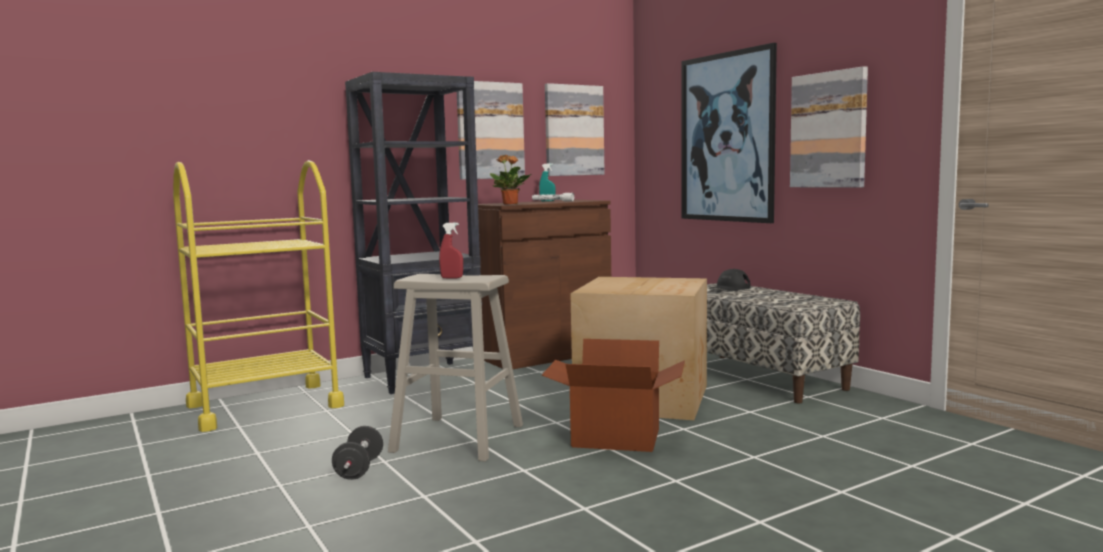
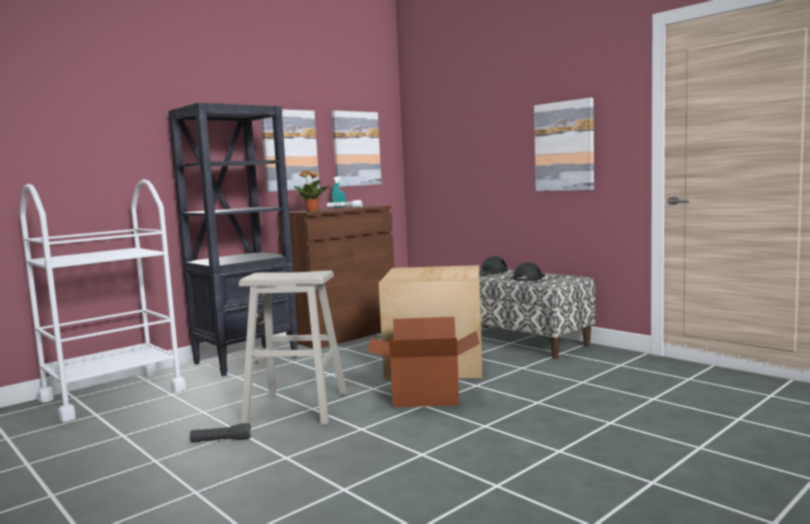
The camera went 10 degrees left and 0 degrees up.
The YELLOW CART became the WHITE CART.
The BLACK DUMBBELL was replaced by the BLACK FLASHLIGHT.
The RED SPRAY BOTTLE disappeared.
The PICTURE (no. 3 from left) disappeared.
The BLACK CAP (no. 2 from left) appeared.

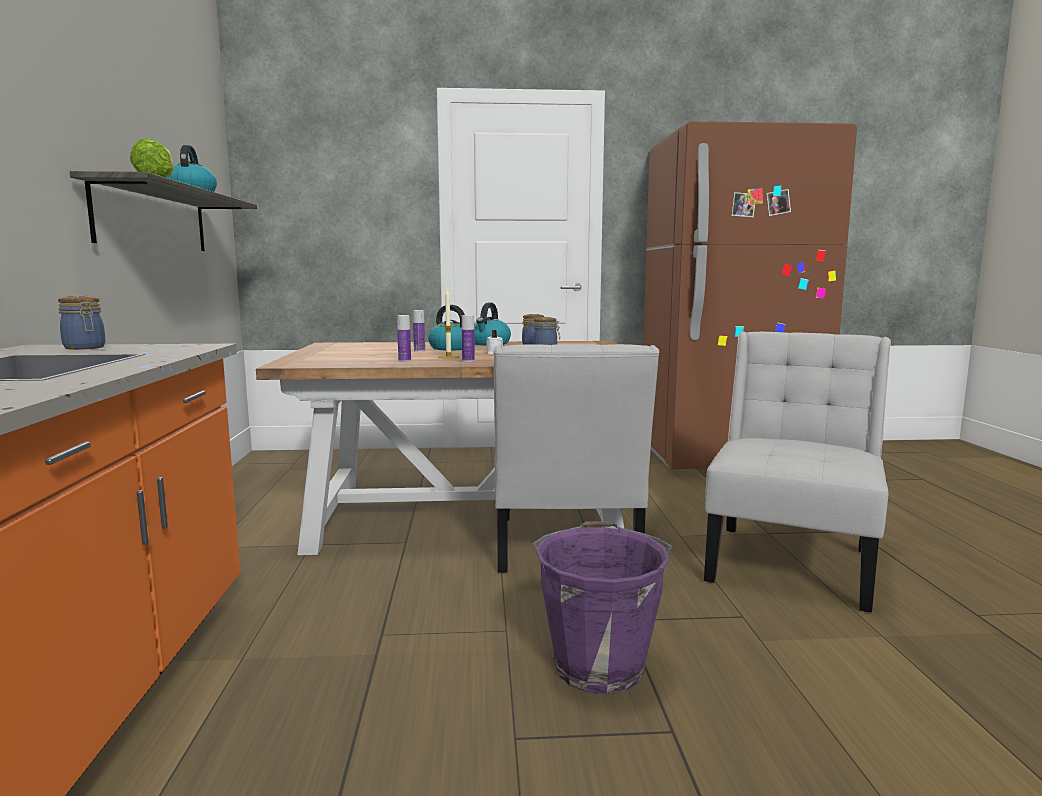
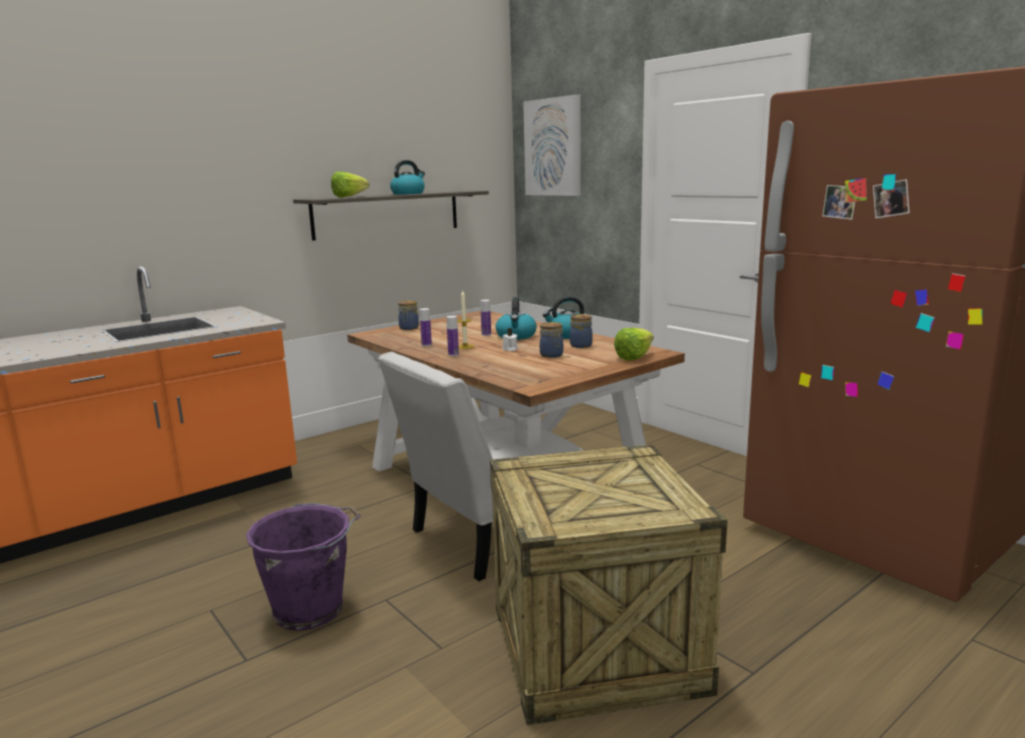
The camera went 55 degrees right and 5 degrees up.
The JAR (no. 1 from left) moved.
The WHITE CHAIR (no. 2 from left) was replaced by the CRATE.
The PICTURE appeared.
The LETTUCE (no. 2 from left) appeared.

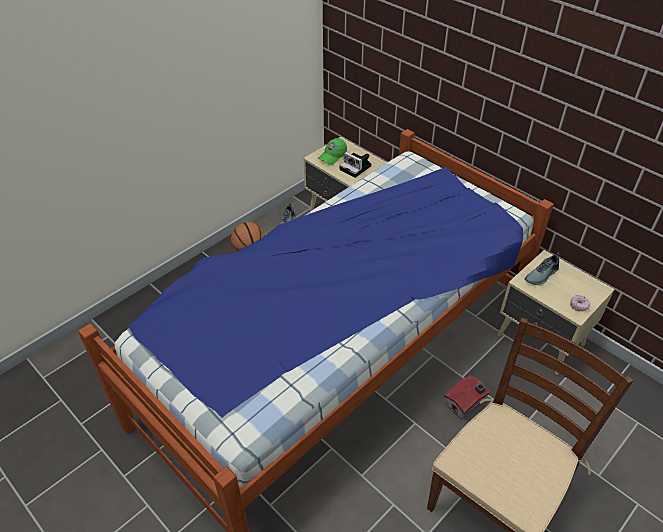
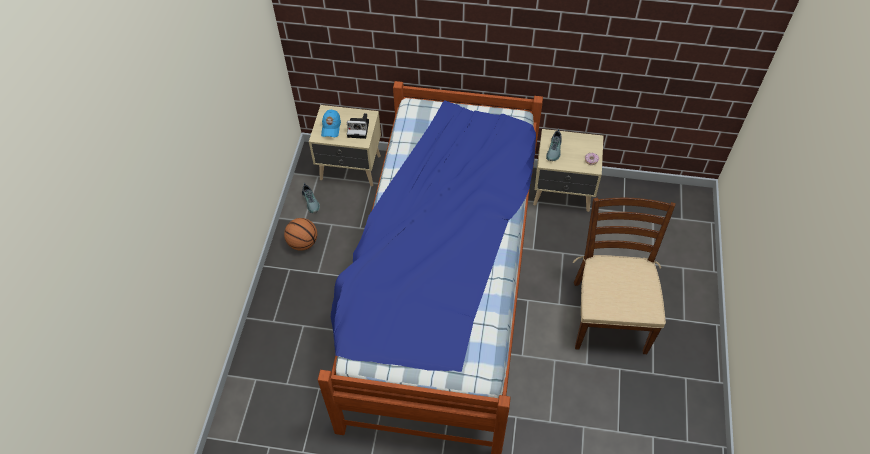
The camera went 35 degrees left and 10 degrees up.
The GREEN CAP became the BLUE CAP.
The TOY HOUSE disappeared.

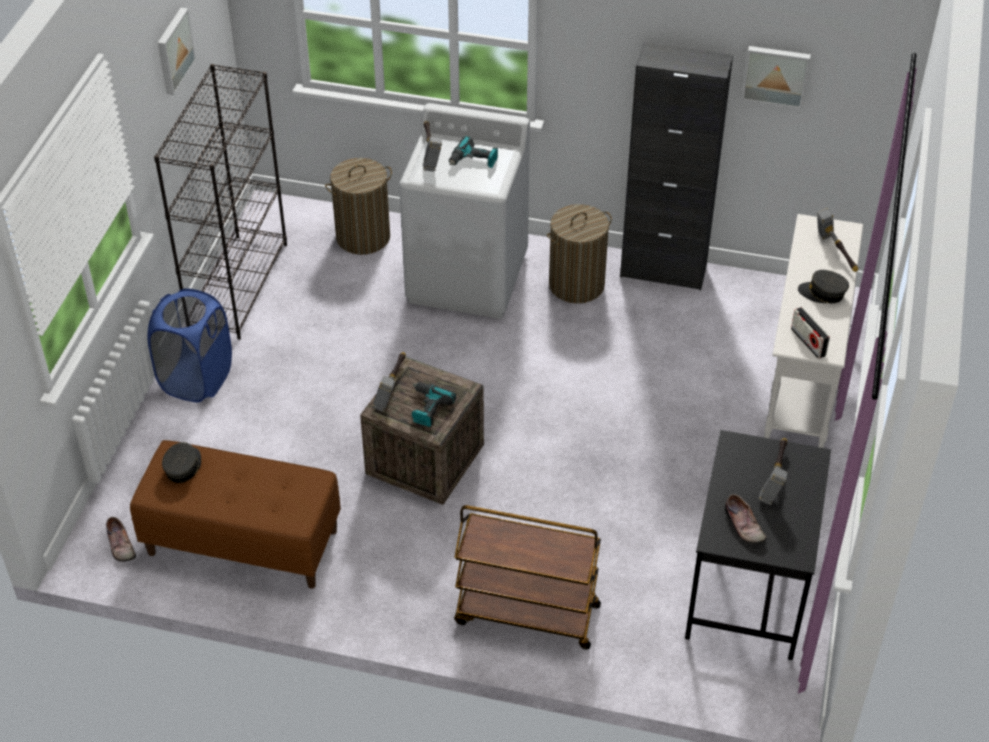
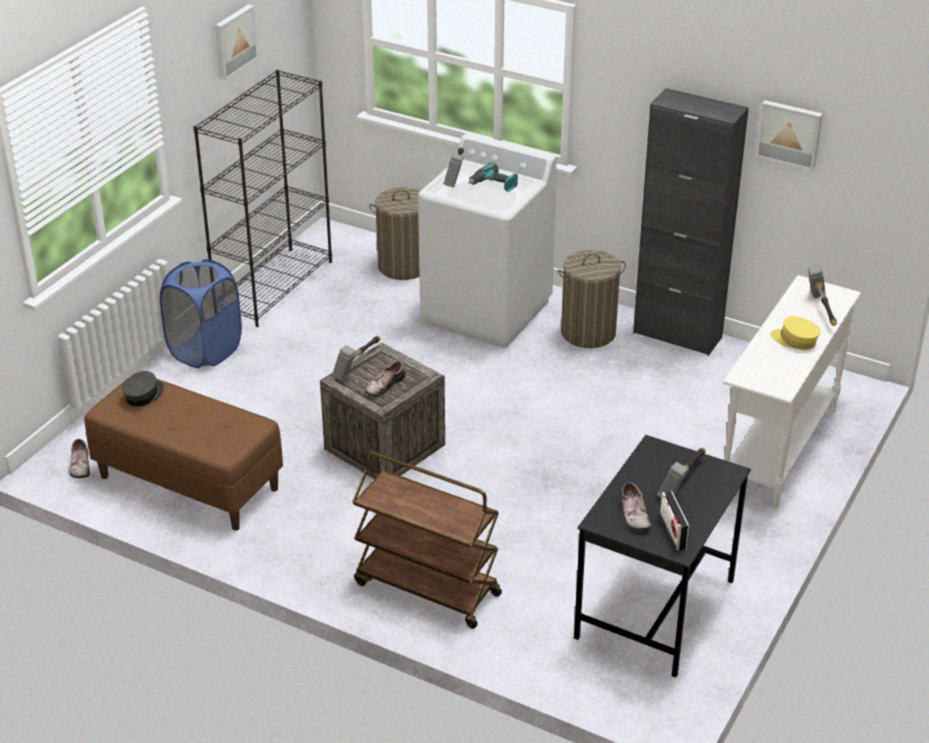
The camera went 15 degrees right and 10 degrees down.
The POWER DRILL (no. 1 from left) was replaced by the SHOE (no. 2 from left).
The RADIO moved.
The GREY CAP (no. 2 from left) became the YELLOW CAP.

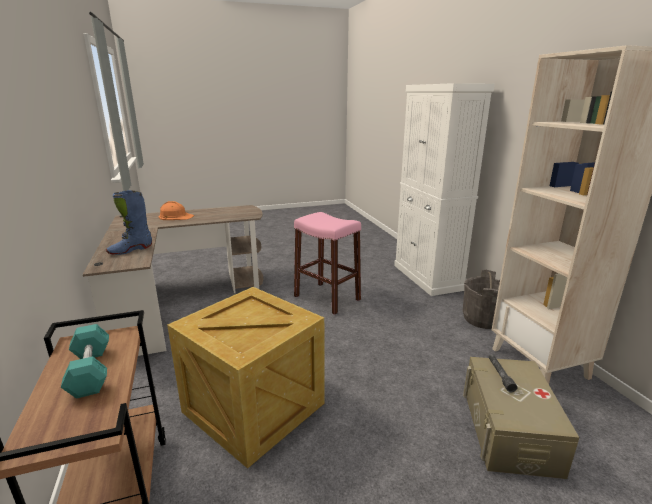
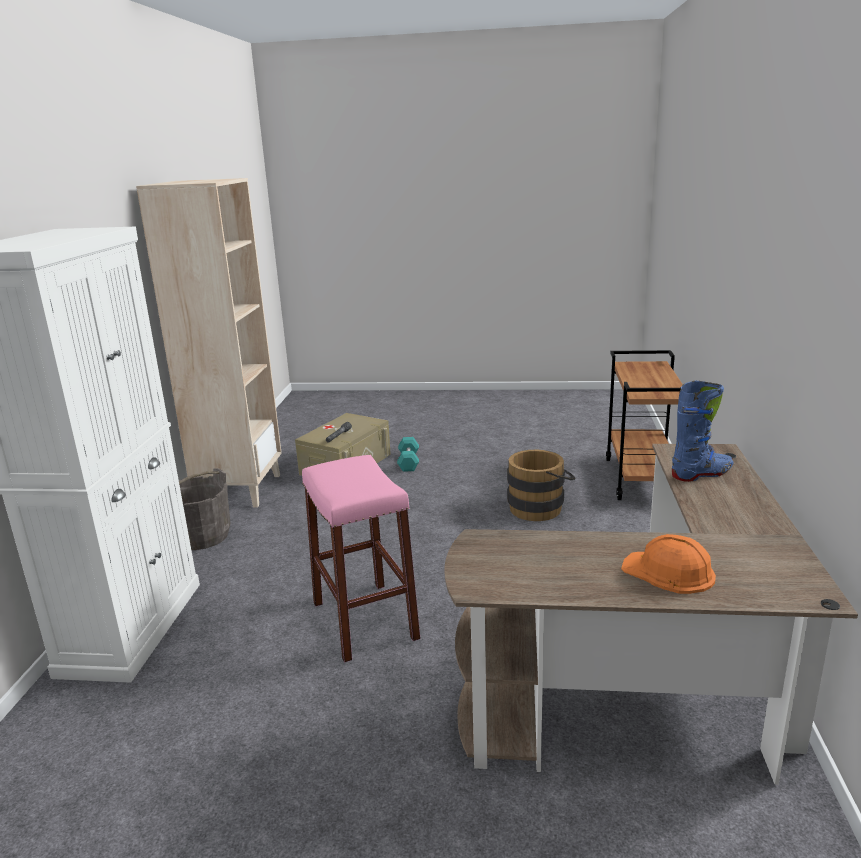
The camera went 155 degrees left and 0 degrees up.
The TURQUOISE DUMBBELL moved.
The CRATE was replaced by the BROWN BUCKET.

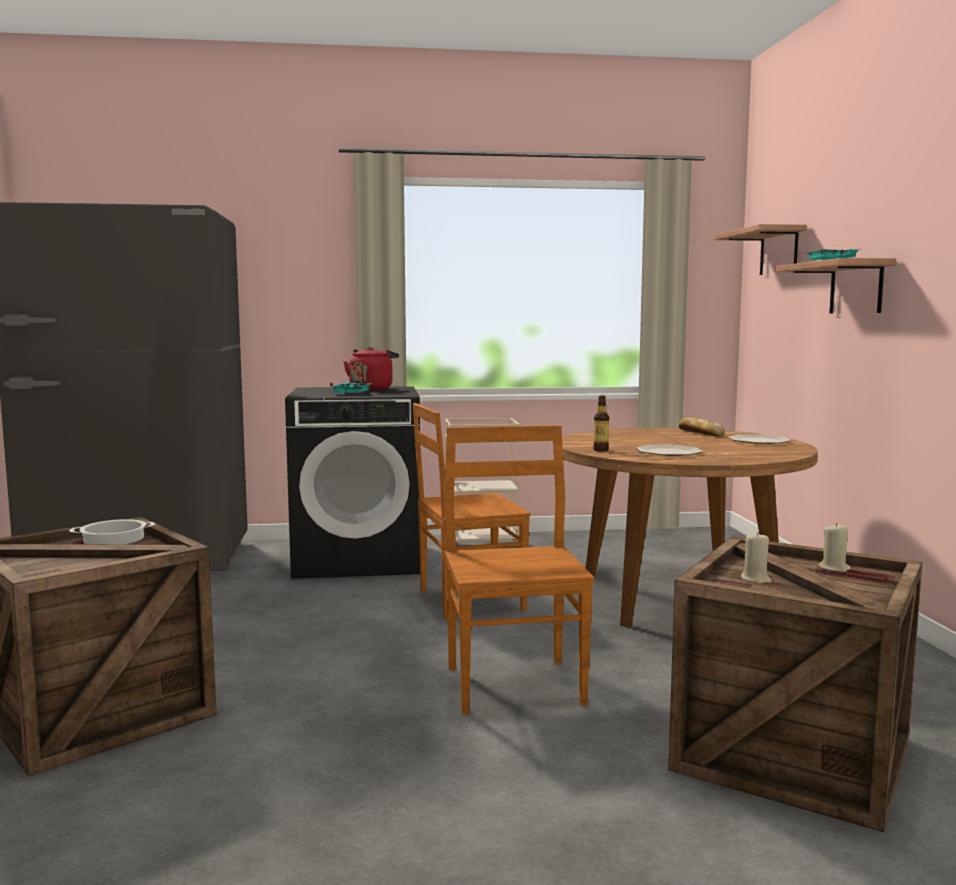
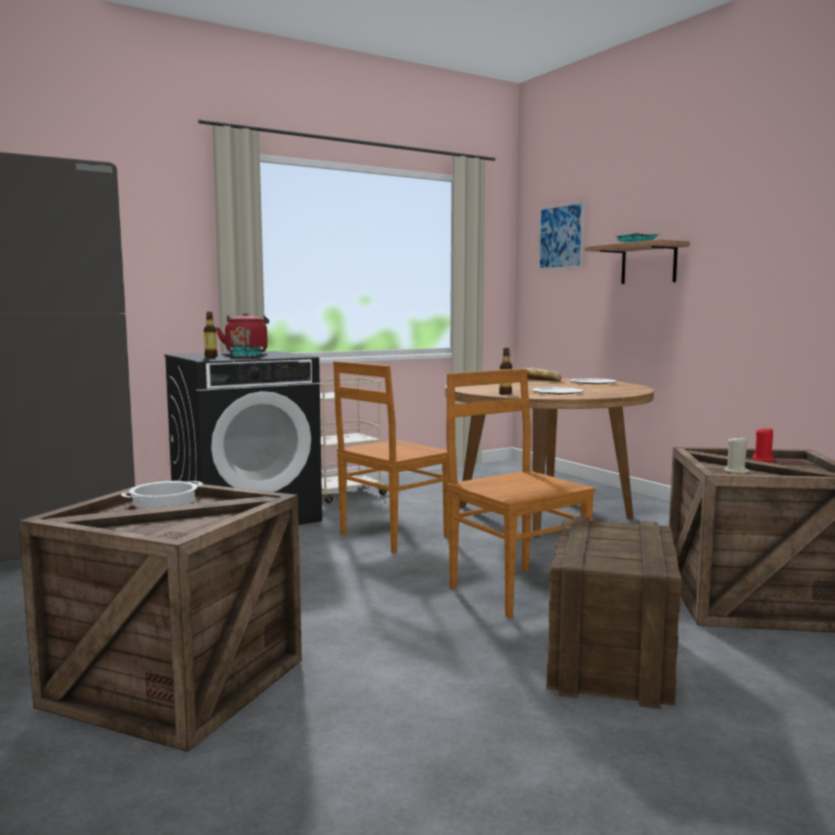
The camera went 25 degrees left and 0 degrees up.
The SHELF (no. 1 from left) was replaced by the PICTURE.
The BEIGE CANDLE (no. 2 from left) became the RED CANDLE.
The BOTTLE (no. 1 from left) appeared.
The CRATE (no. 2 from left) appeared.

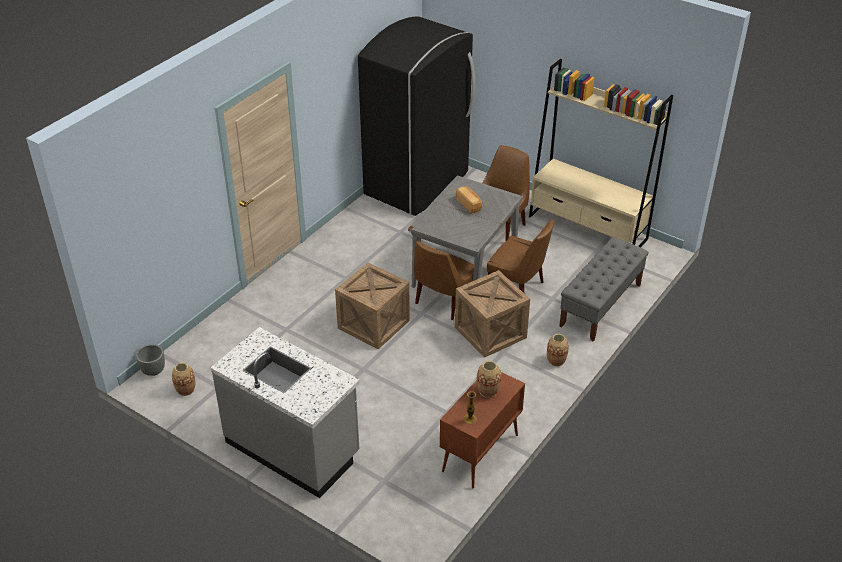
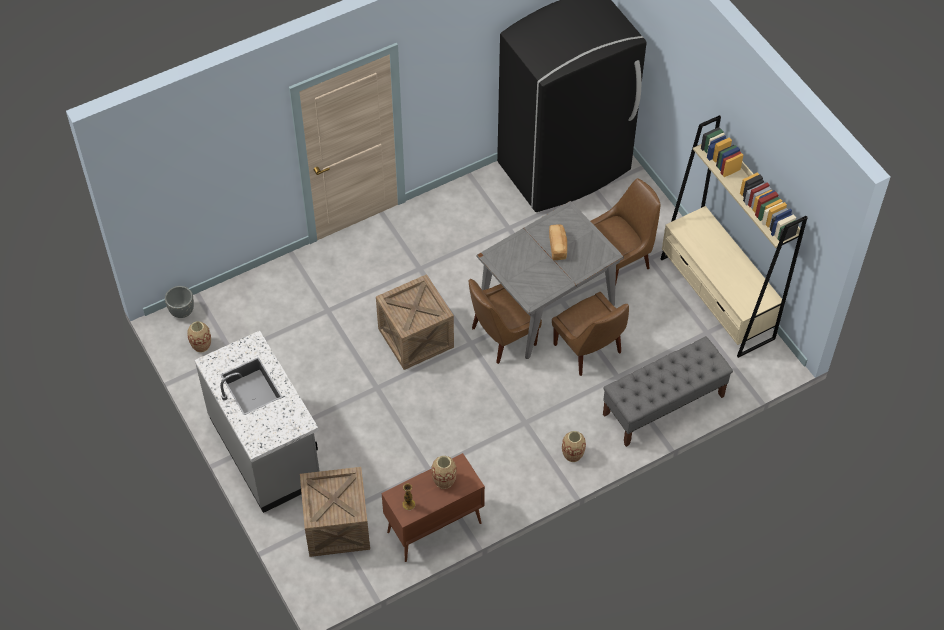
The camera went 25 degrees right and 15 degrees up.
The CRATE (no. 2 from left in the first image) moved.

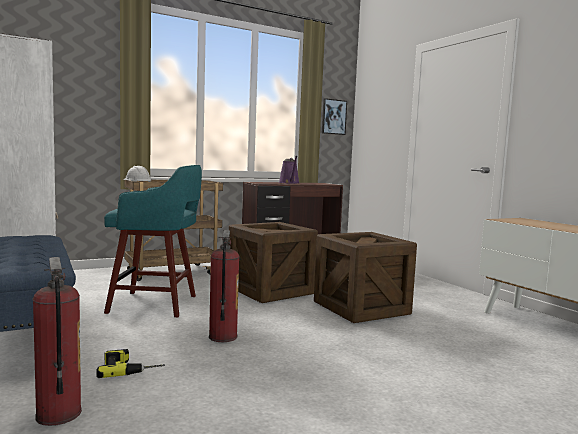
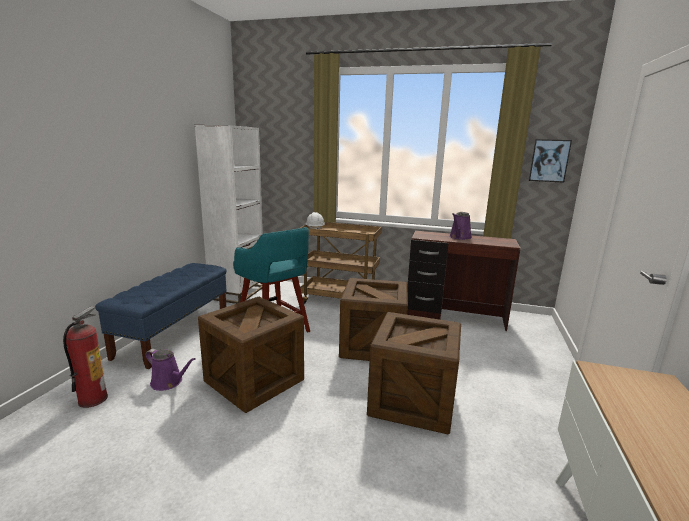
The camera went 45 degrees right and 10 degrees up.
The POWER DRILL was replaced by the PURPLE WATERING CAN (no. 1 from left).
The FIRE EXTINGUISHER (no. 2 from left) was replaced by the CRATE (no. 1 from left).

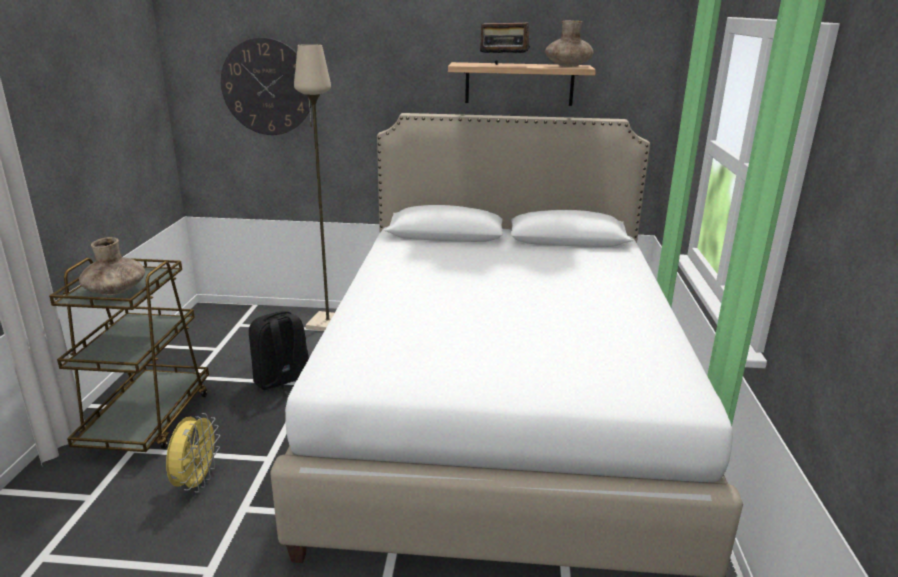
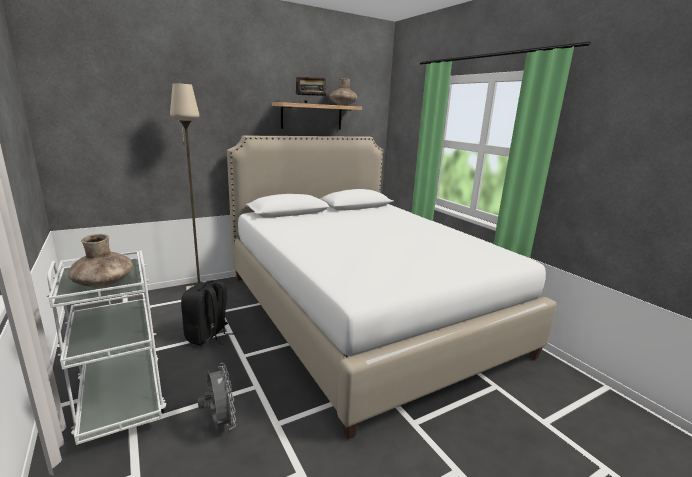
The camera went 35 degrees left and 5 degrees down.
The BROWN CART became the WHITE CART.
The YELLOW FAN became the GREY FAN.
The WALL CLOCK disappeared.

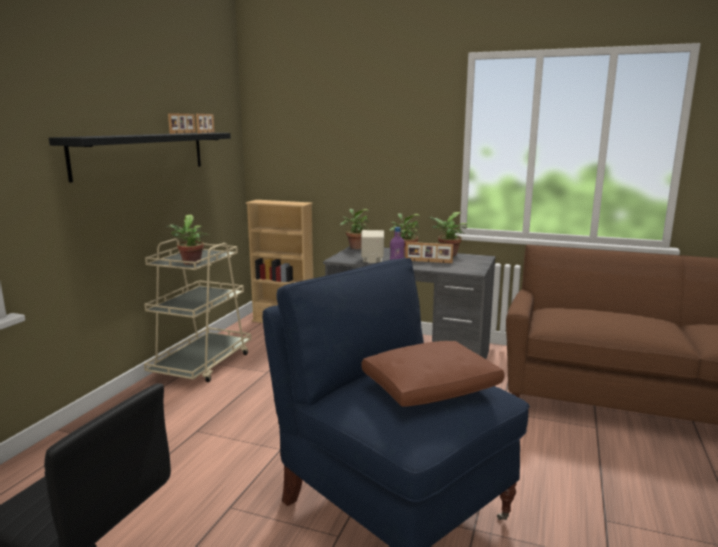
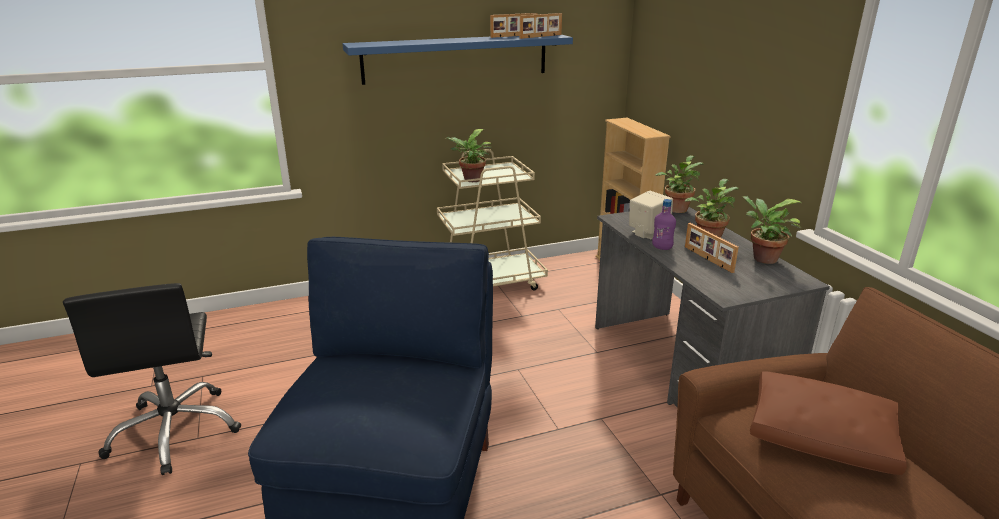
The camera went 50 degrees right and 10 degrees up.
The BLACK SHELF became the BLUE SHELF.
The BROWN PILLOW moved.

